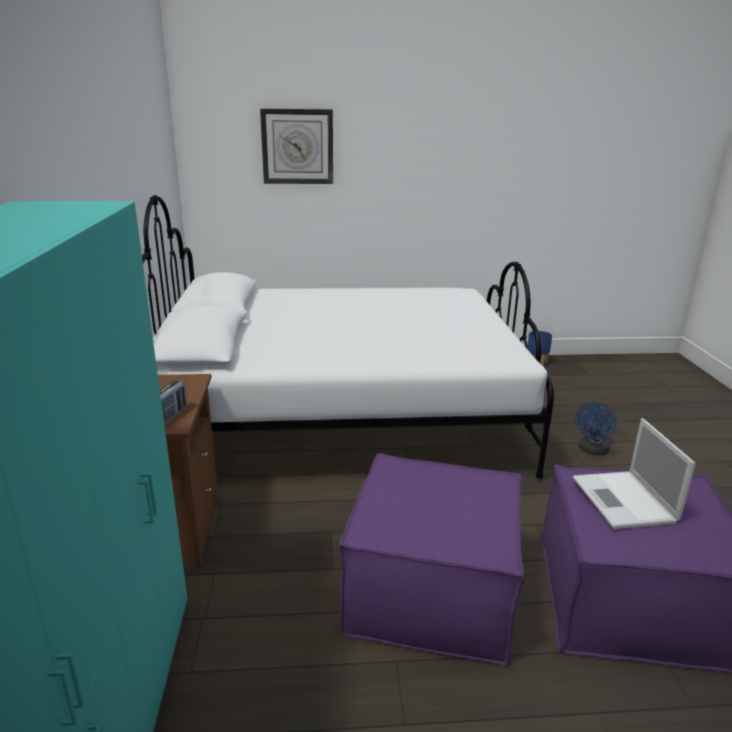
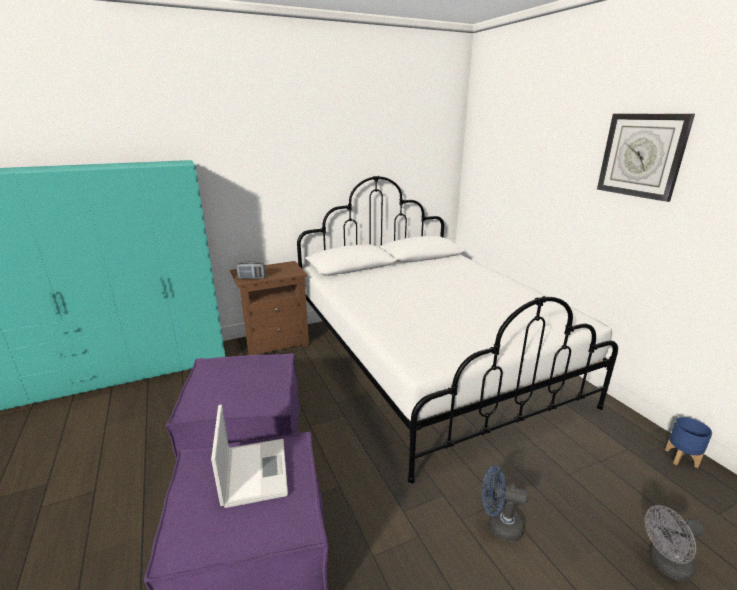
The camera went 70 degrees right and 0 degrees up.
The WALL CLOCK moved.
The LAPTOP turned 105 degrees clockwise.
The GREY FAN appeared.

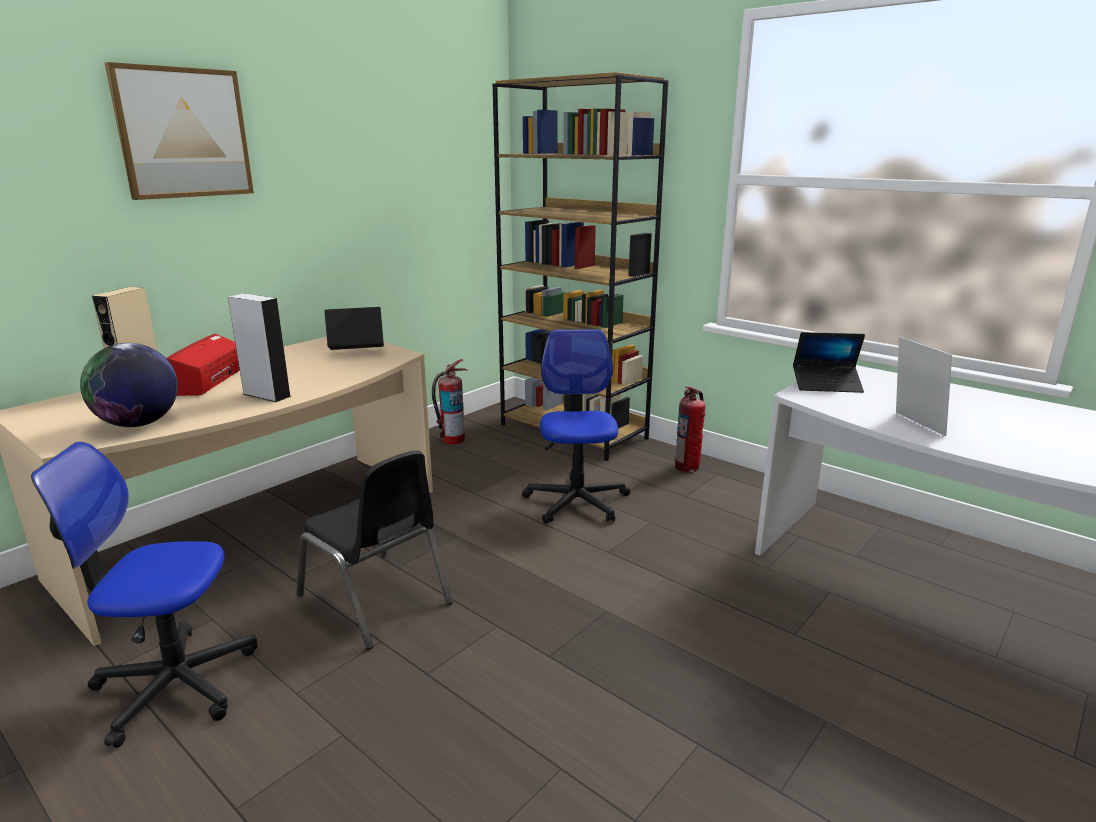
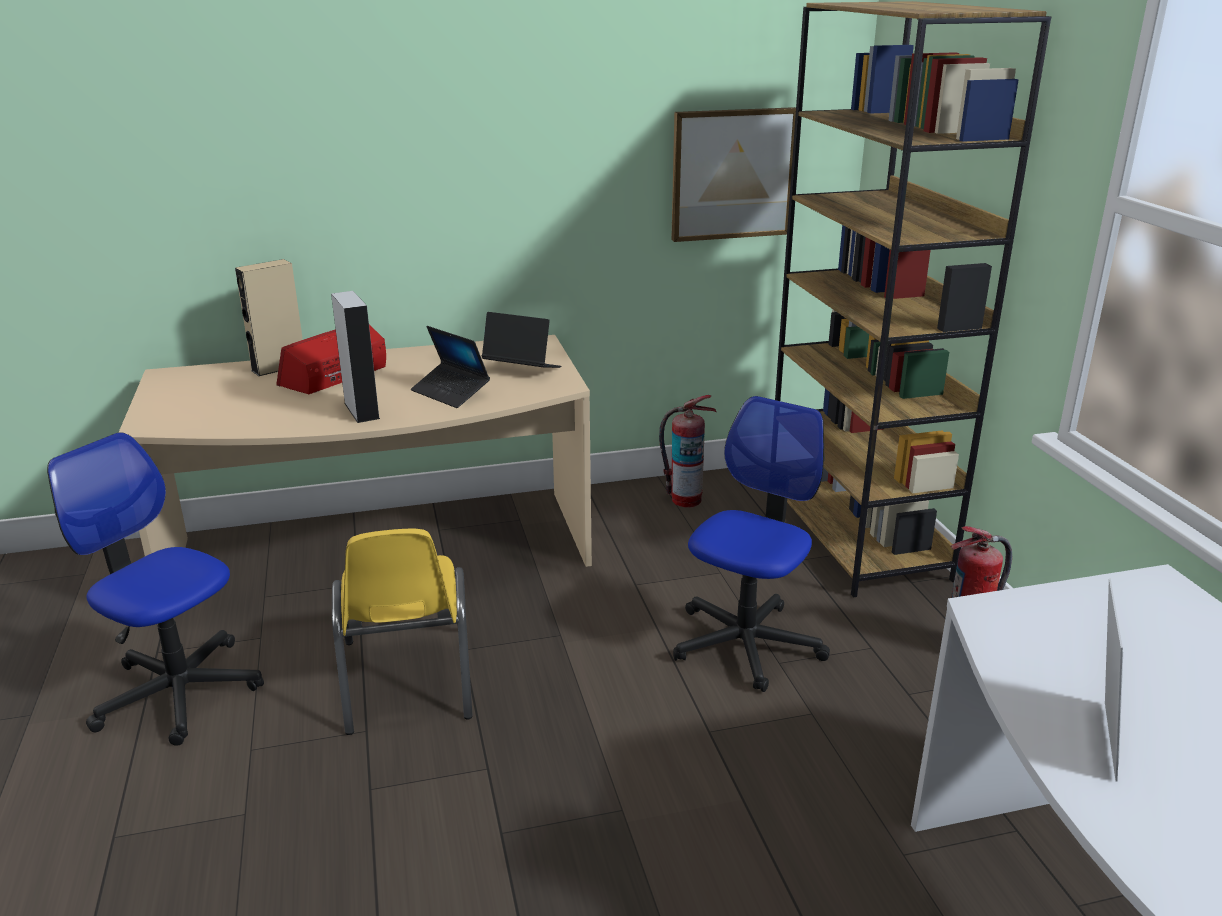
The camera went 35 degrees right and 5 degrees up.
The GLOBE disappeared.
The PICTURE moved.
The BLACK CHAIR became the YELLOW CHAIR.
The LAPTOP (no. 2 from left in the first image) moved.

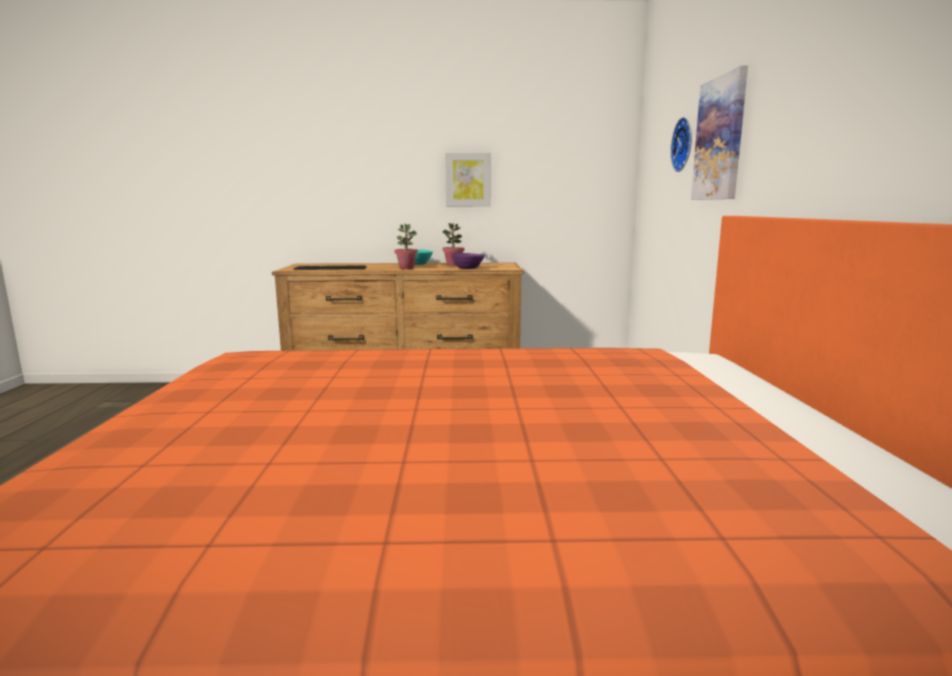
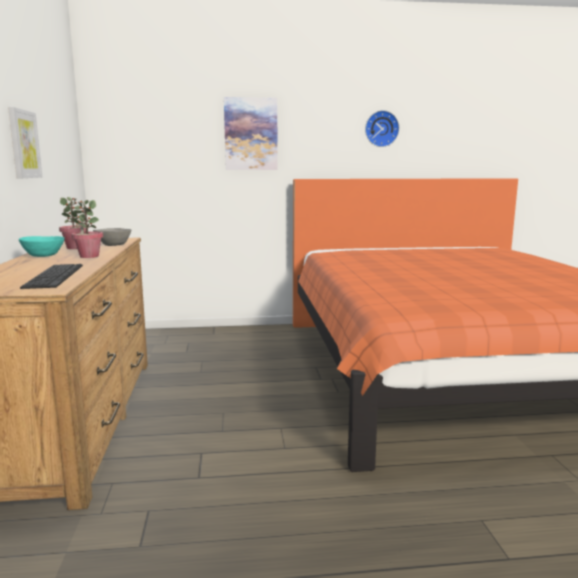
The camera went 95 degrees left and 0 degrees up.
The PURPLE BOWL became the GREY BOWL.
The WALL CLOCK moved.

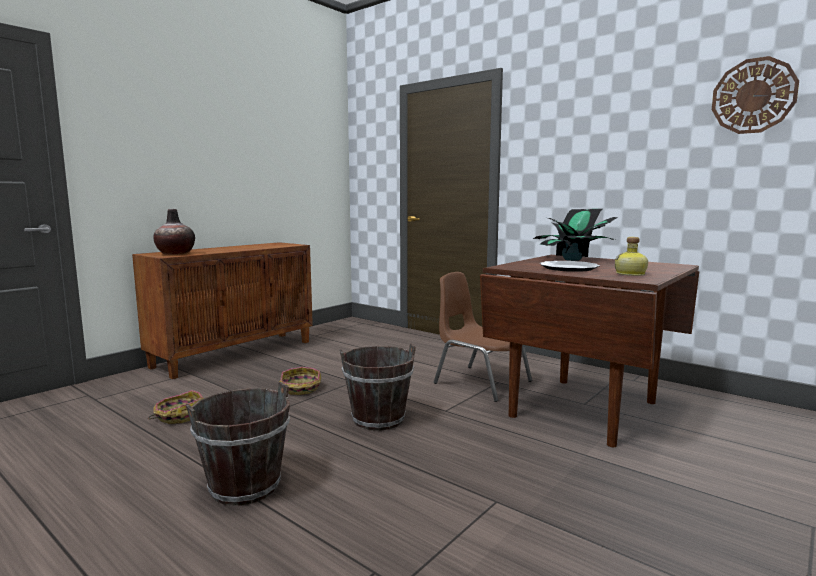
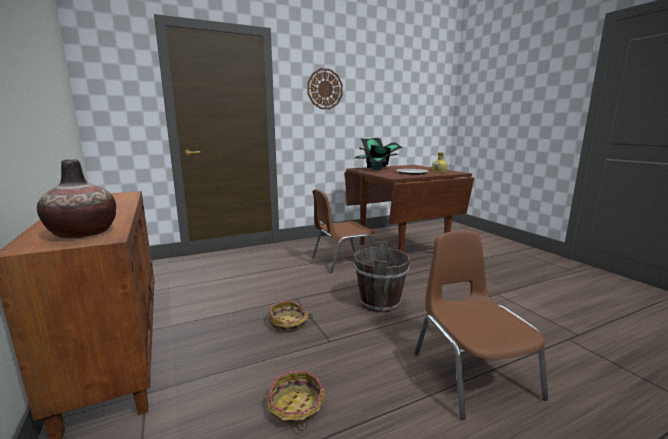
The camera went 65 degrees left and 5 degrees up.
The BROWN BUCKET (no. 1 from left) was replaced by the BROWN CHAIR (no. 2 from left).
The WALL CLOCK moved.

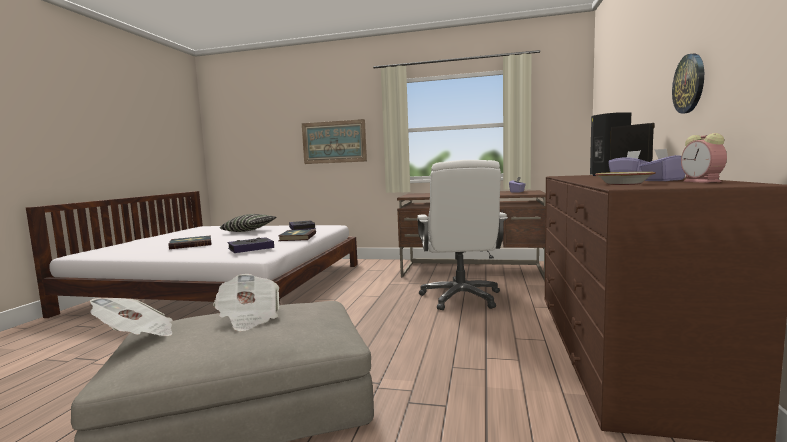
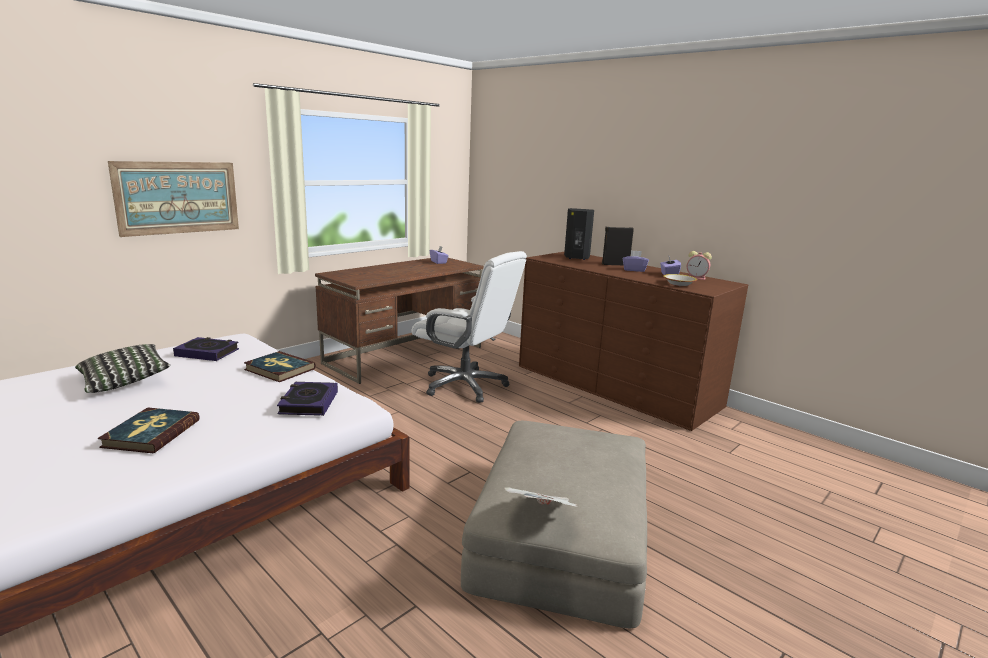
The camera went 60 degrees left and 10 degrees up.
The NEWSPAPER (no. 2 from left) disappeared.
The WALL CLOCK disappeared.

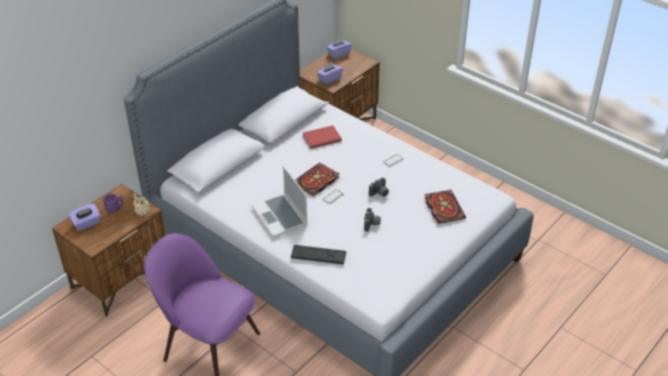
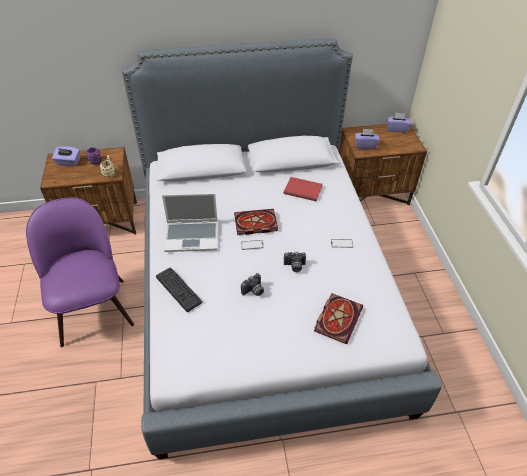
The camera went 40 degrees right and 5 degrees up.
The LAPTOP turned 105 degrees counterclockwise.

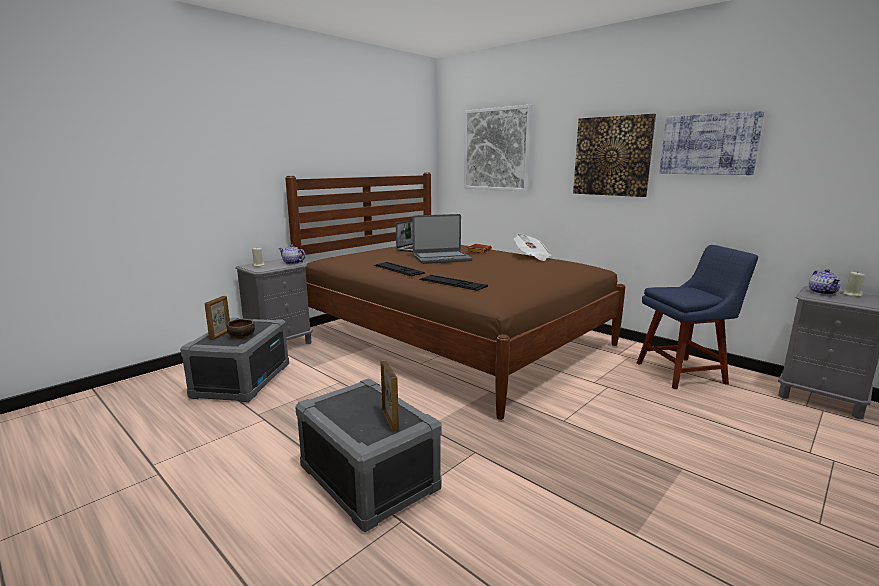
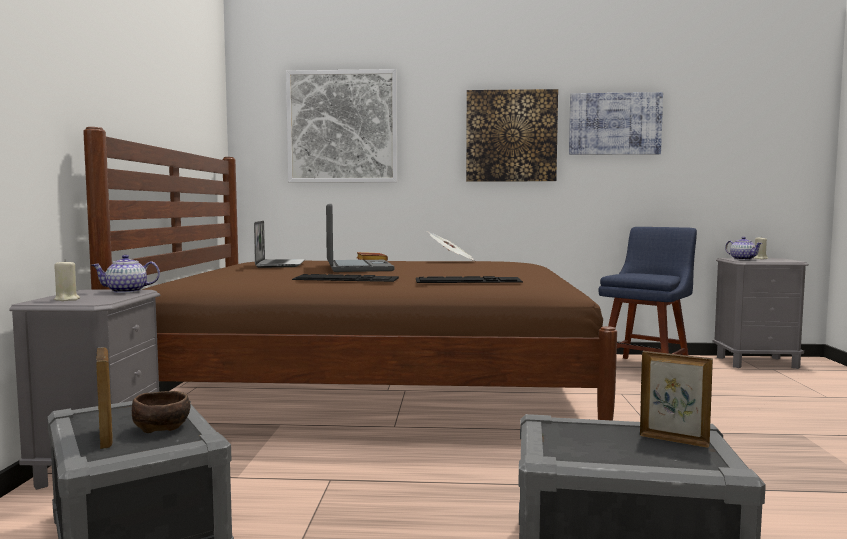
The camera went 40 degrees left and 10 degrees down.
The LAPTOP (no. 2 from left) turned 45 degrees counterclockwise.

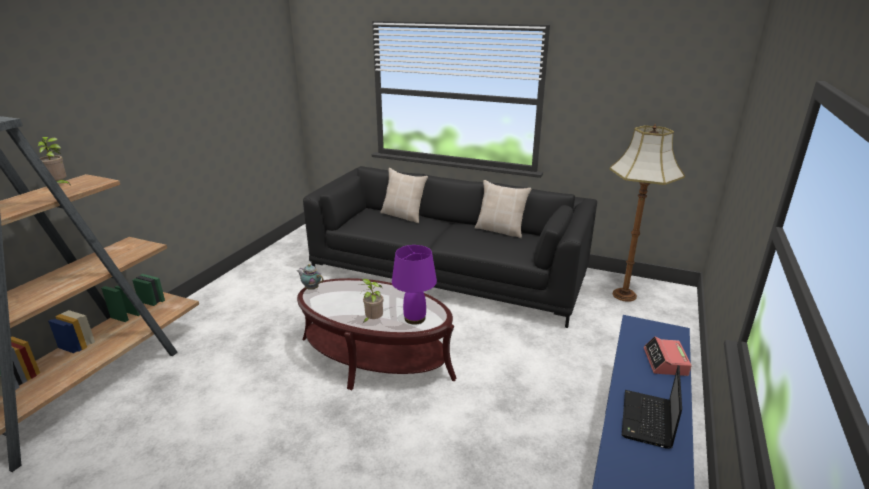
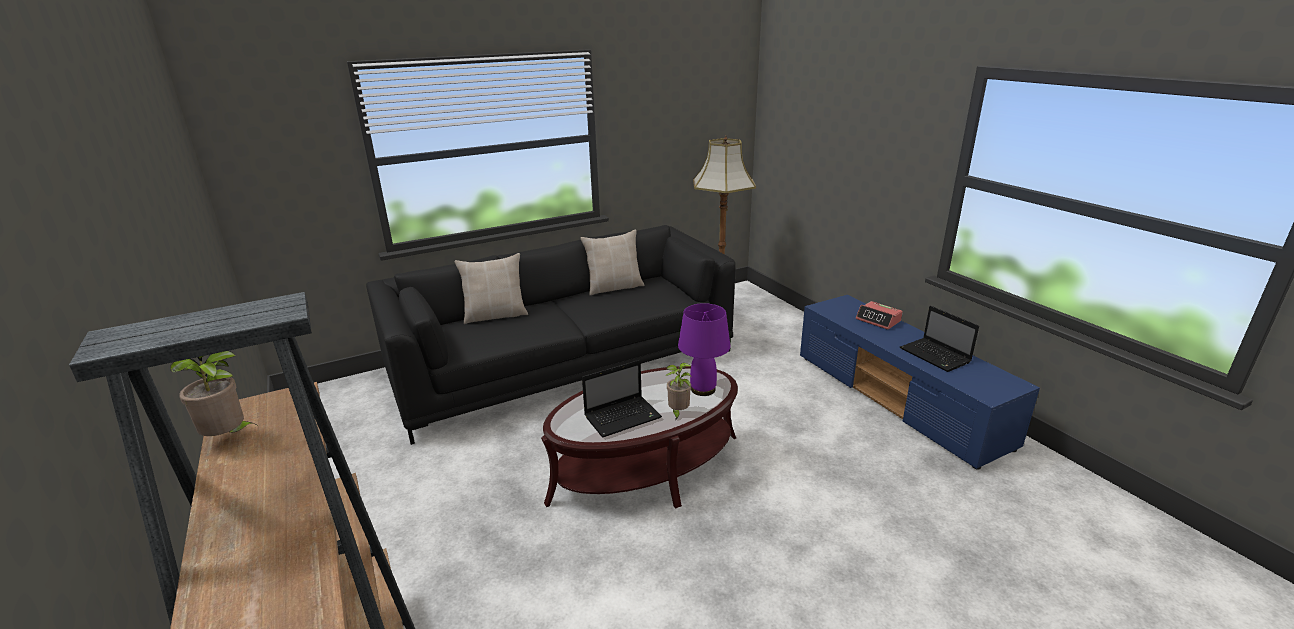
The camera went 50 degrees left and 0 degrees up.
The TEAPOT disappeared.
The LAPTOP (no. 1 from left) appeared.

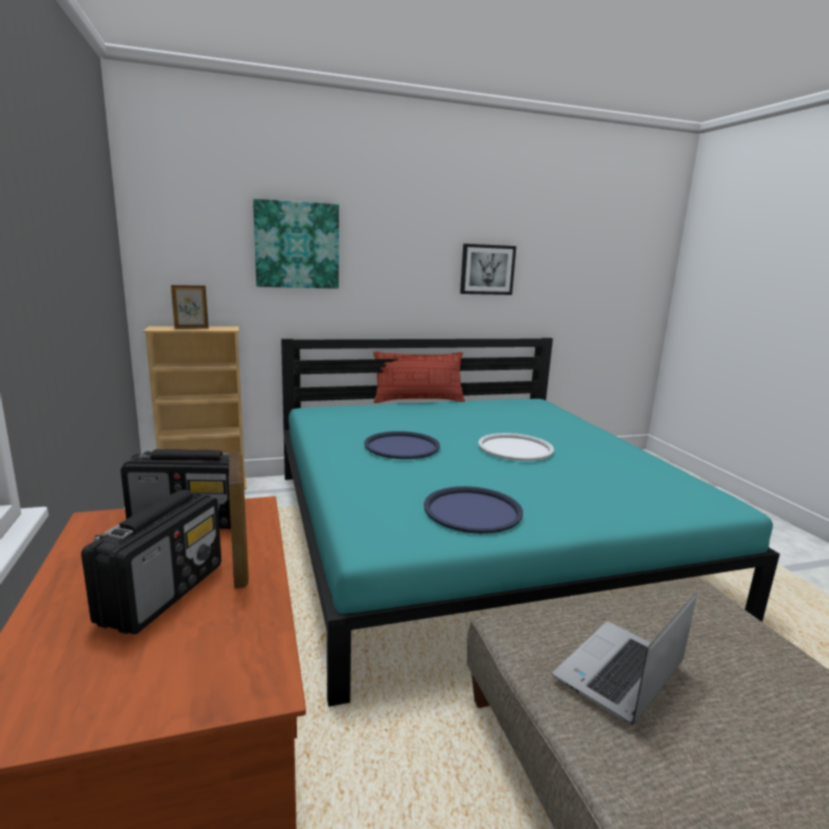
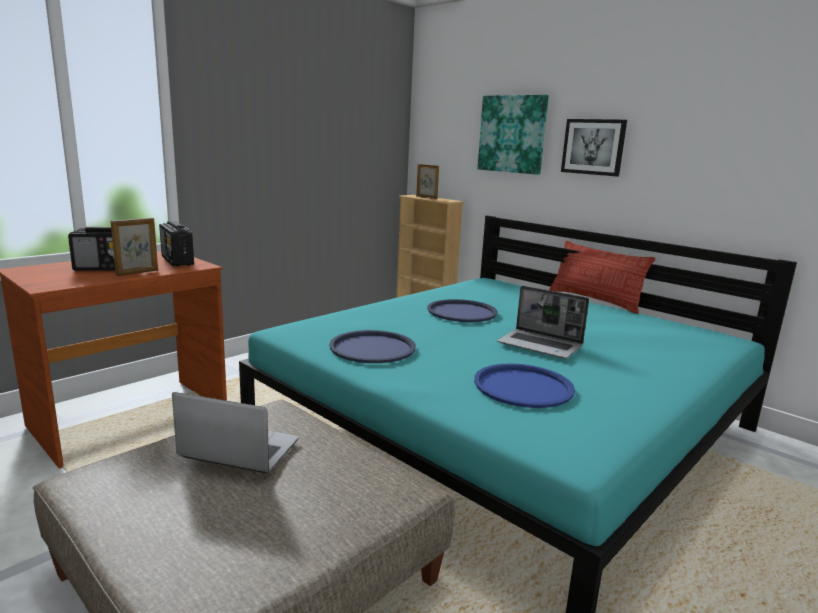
The camera went 60 degrees right and 0 degrees up.
The PICTURE (no. 2 from left) moved.
The WHITE TRAY was replaced by the LAPTOP (no. 2 from left).
The BLUE TRAY (no. 3 from left) appeared.

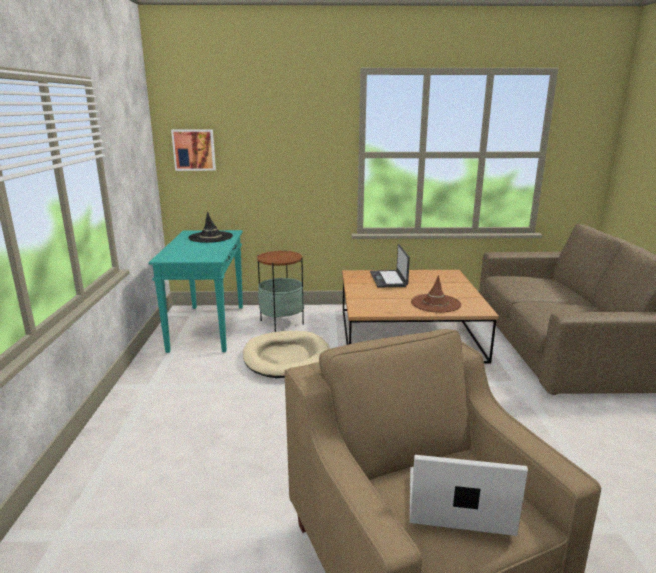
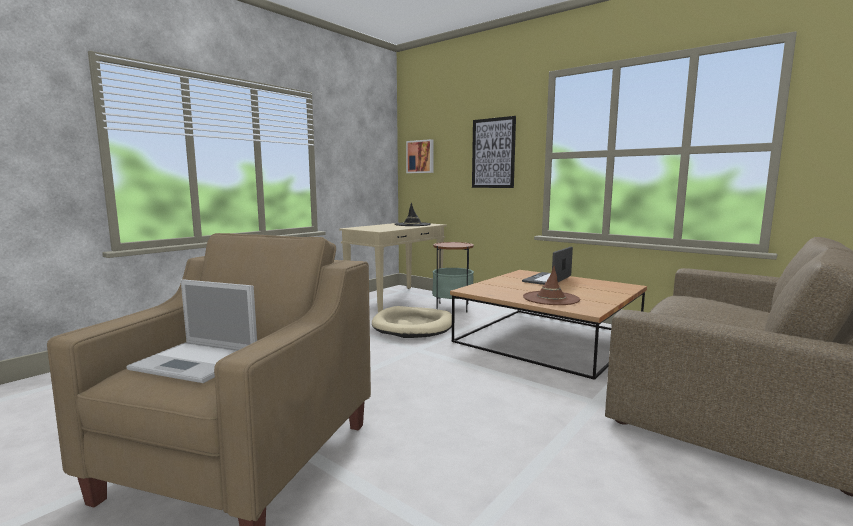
The camera went 40 degrees right and 10 degrees down.
The TURQUOISE CONSOLE TABLE became the BEIGE CONSOLE TABLE.
The LAPTOP (no. 2 from left in the first image) turned 150 degrees clockwise.
The PICTURE (no. 2 from left) appeared.

